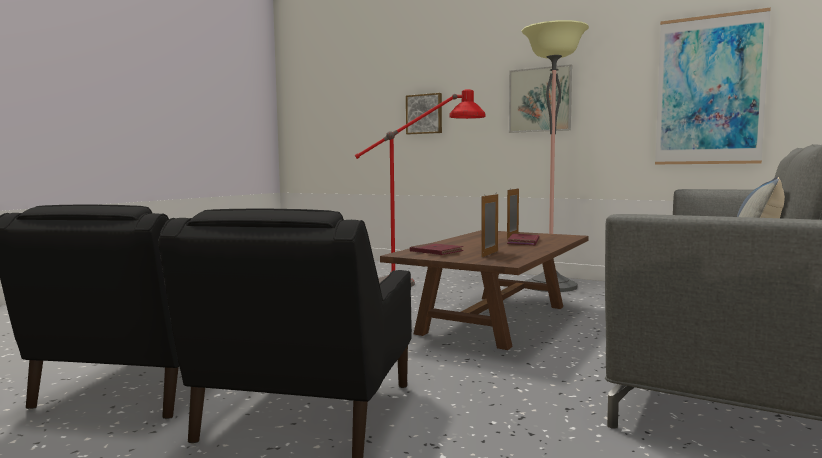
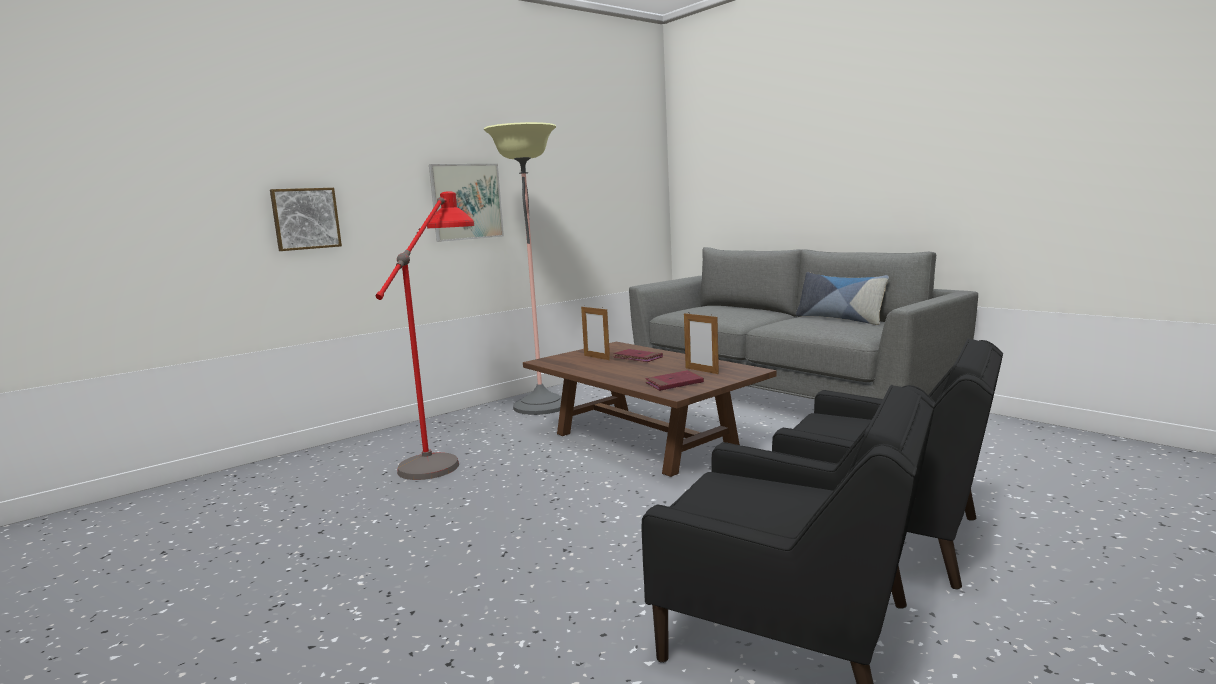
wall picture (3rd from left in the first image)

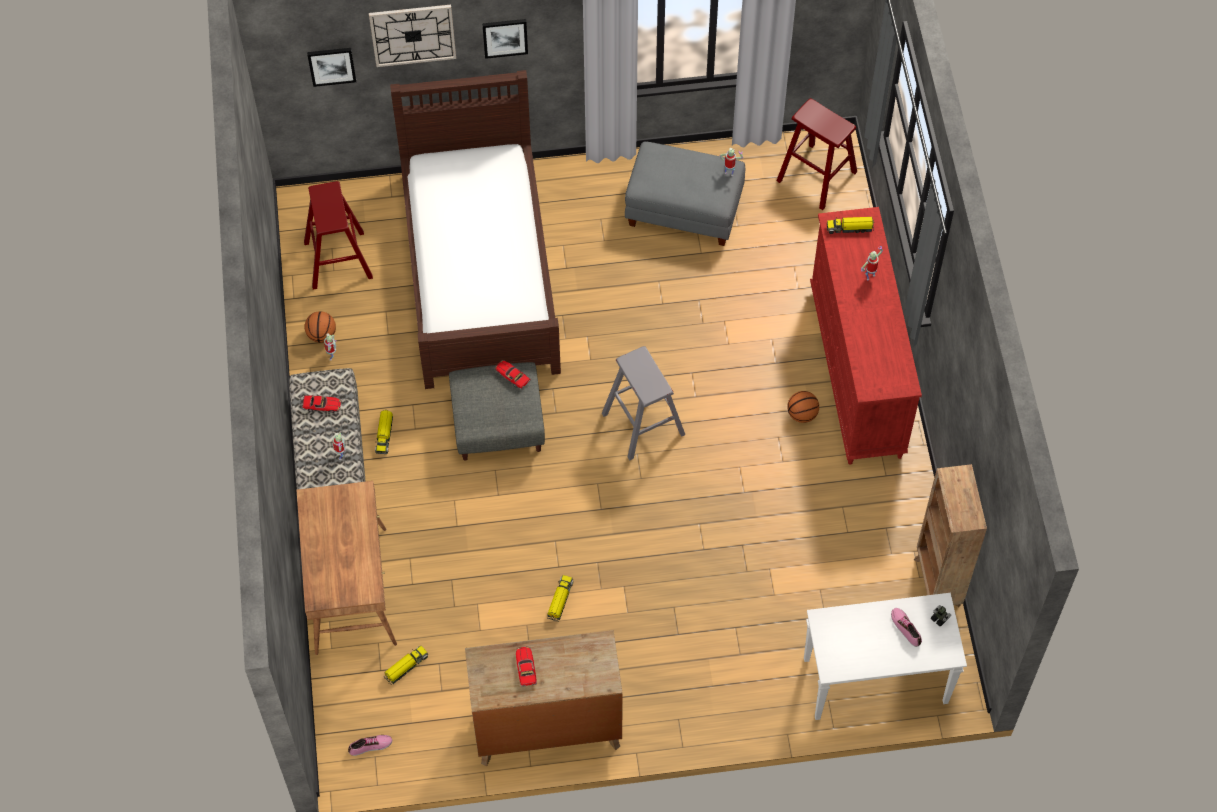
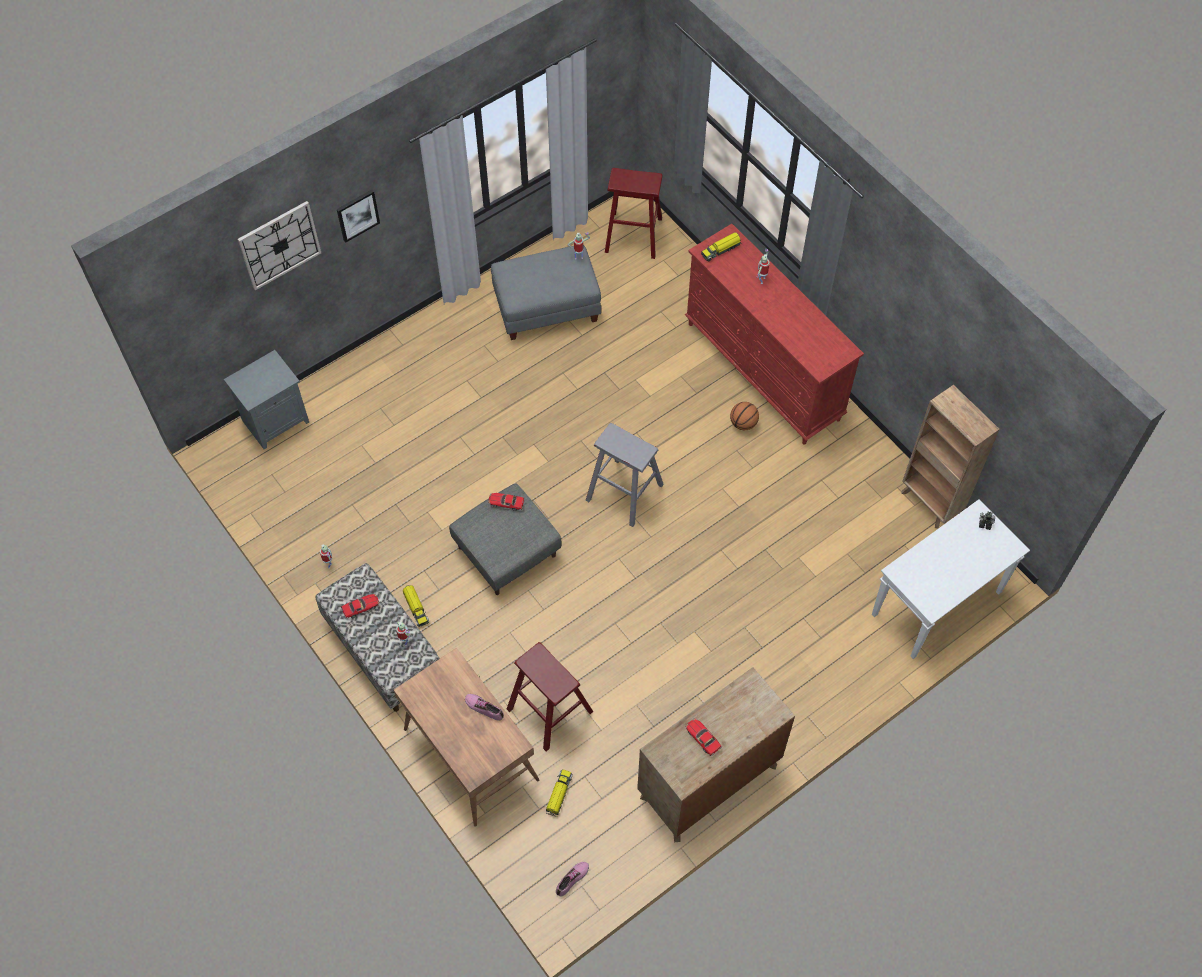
wall picture (1st from left in the first image); brown sleeping bed; red stool seat (1st from left); ball for basketball (1st from left in the first image); toy truck (3rd from left in the first image); shoe (1st from left); grey bedside table

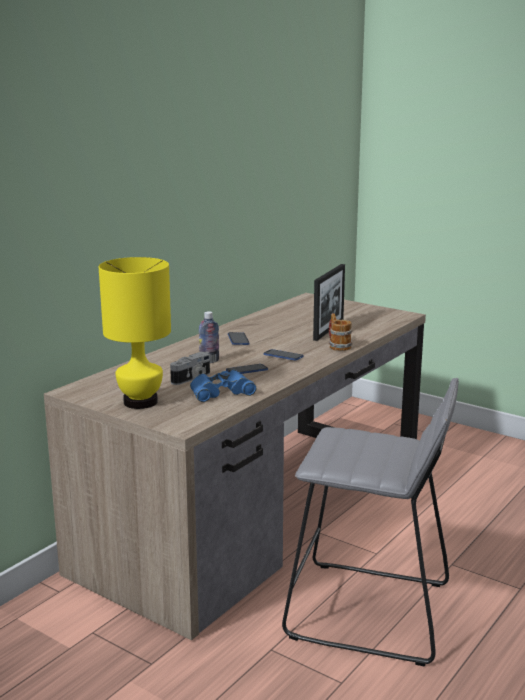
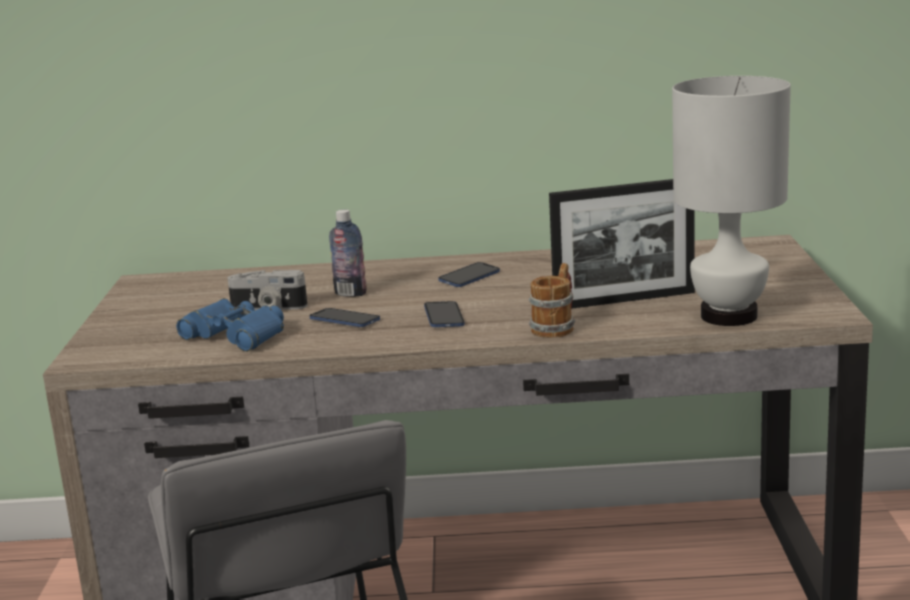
yellow table lamp; white table lamp

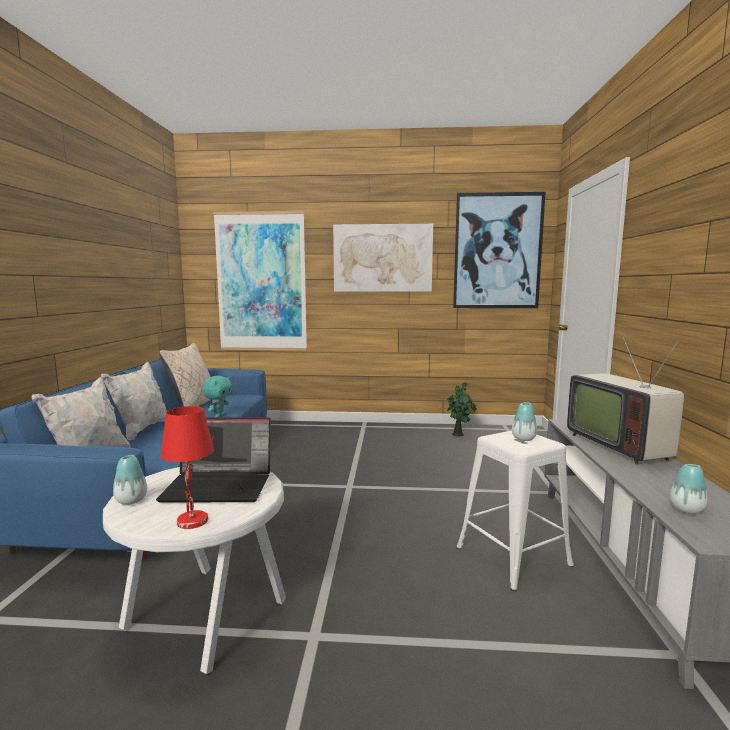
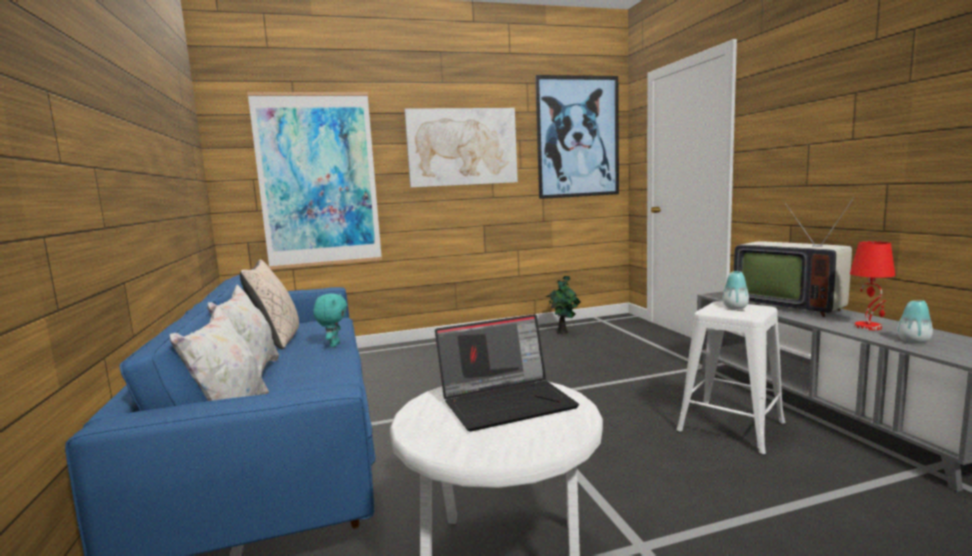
red table lamp; vase (1st from left in the first image)

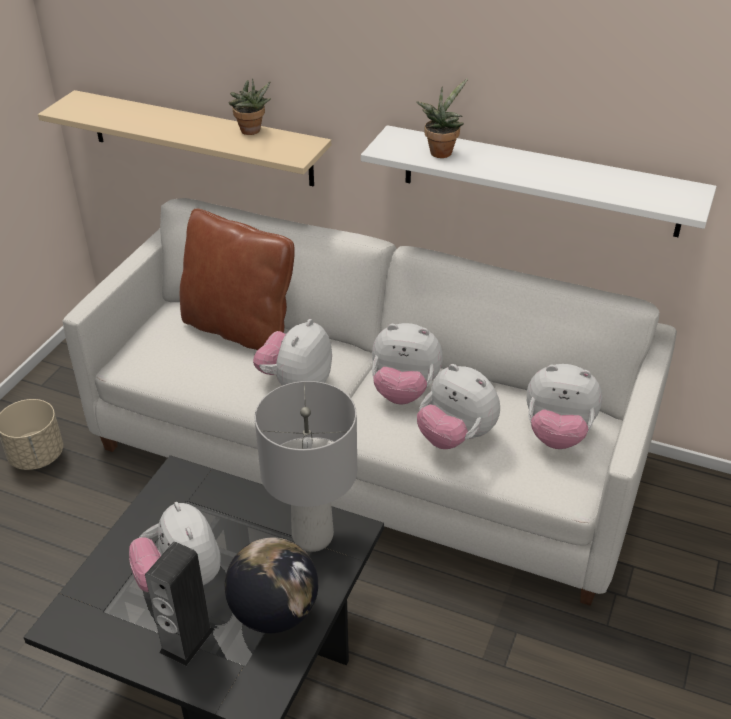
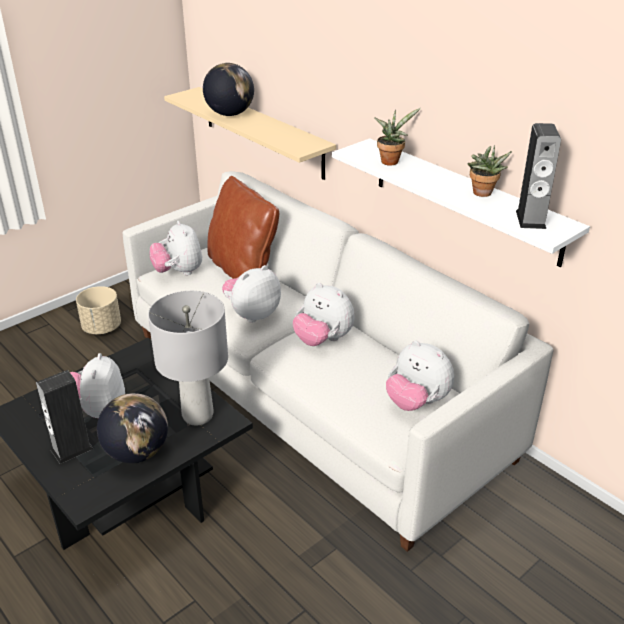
plant in a pot (2nd from left); plush toy (2nd from left); world globe (2nd from left); loudspeaker (2nd from left)

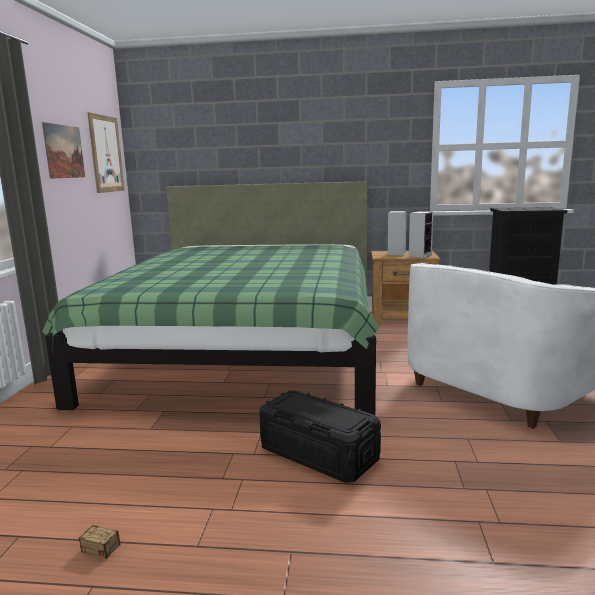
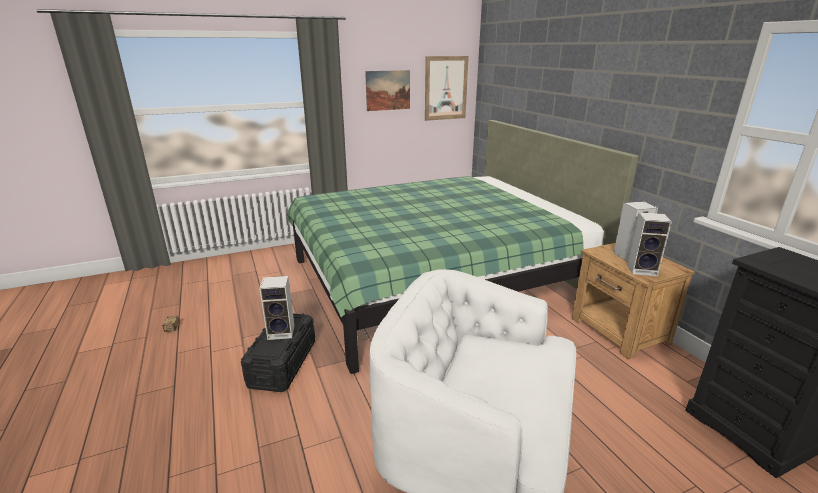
loudspeaker (1st from left)

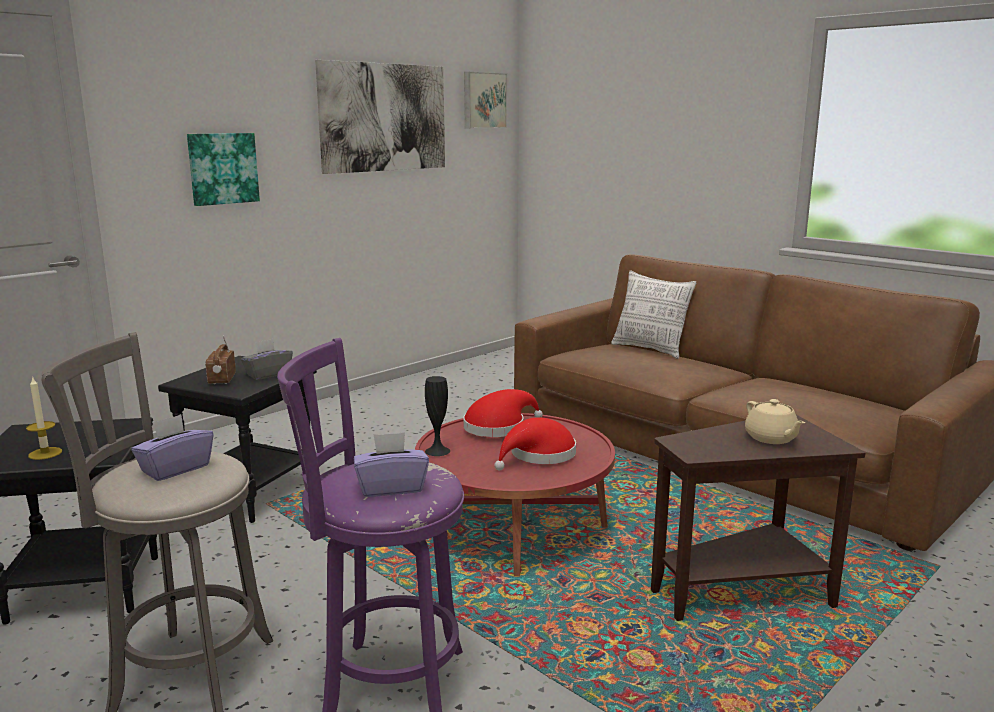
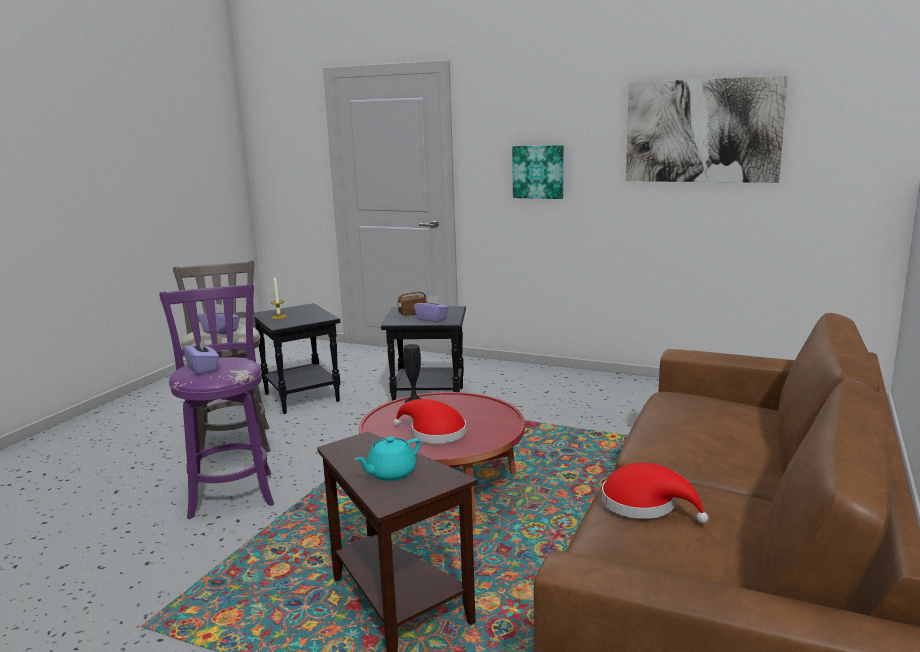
wall picture (3rd from left in the first image); pillow; purple tissue holder (3rd from left); red clothing hat (2nd from left); turquoise teapot

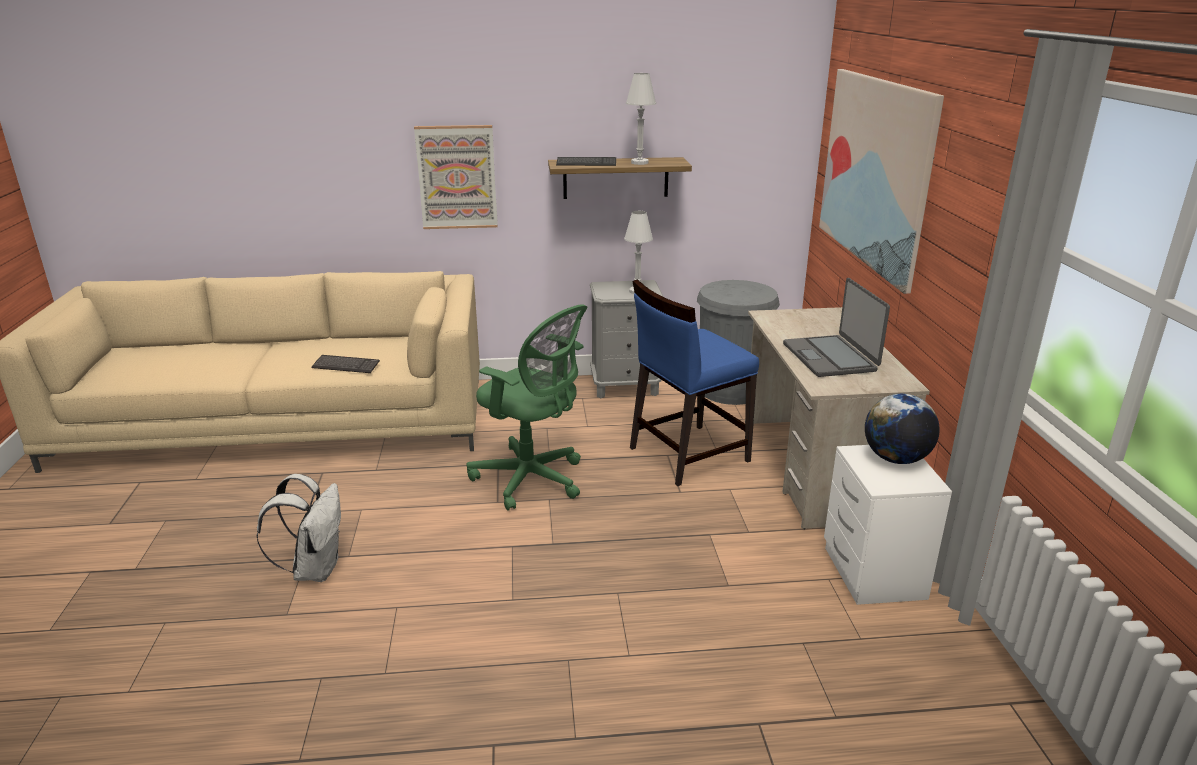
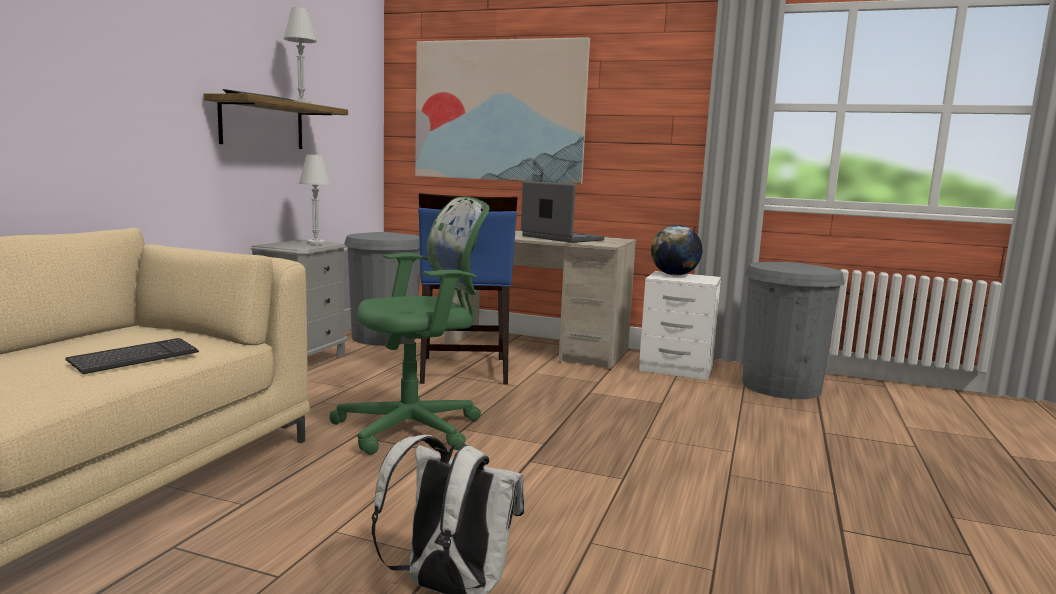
wall picture (1st from left in the first image); laptop; grey waste bin (2nd from left)

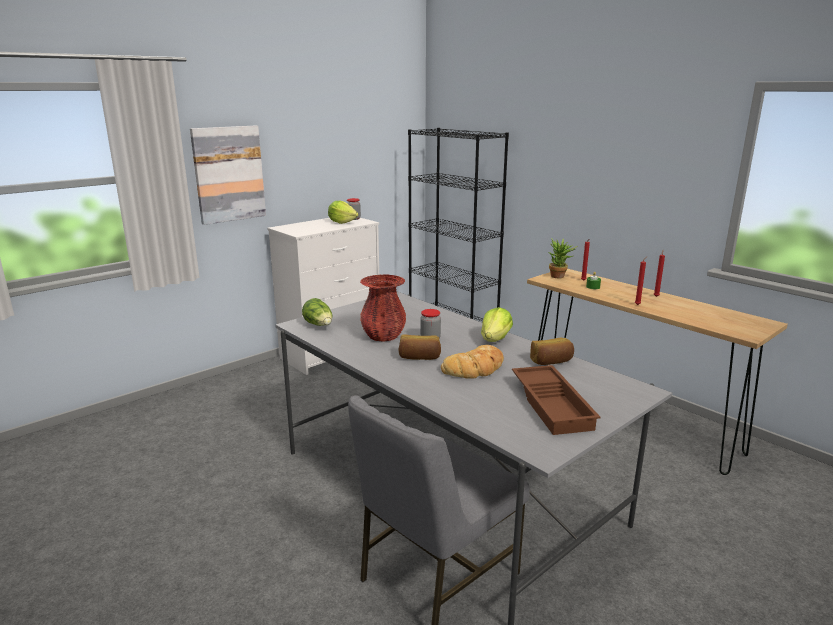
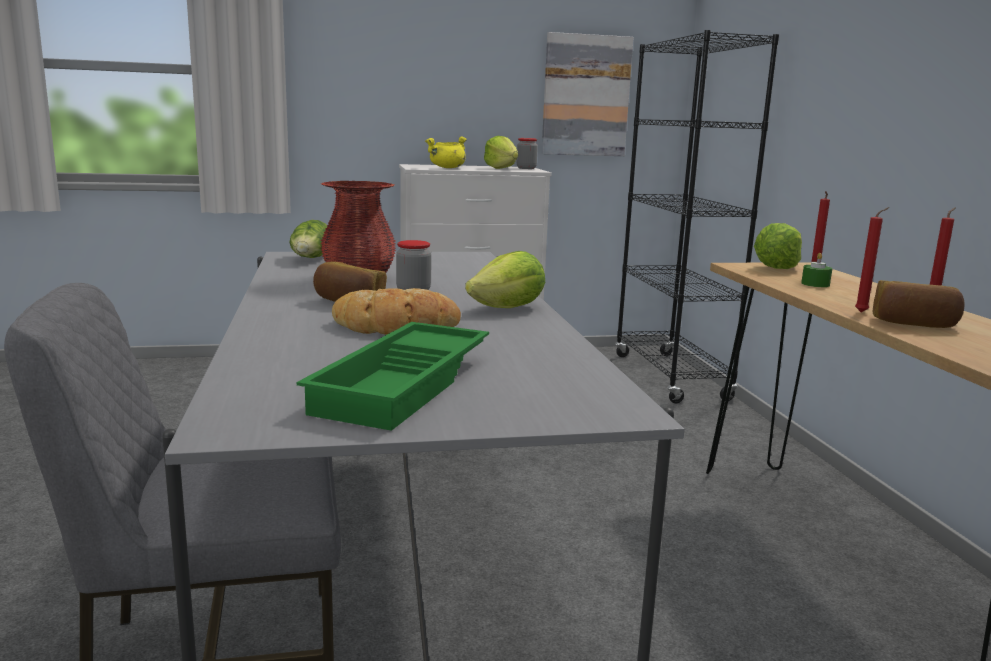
wall picture; lettuce head (4th from left); baked bread (3rd from left); green serving tray; yellow saucepot

